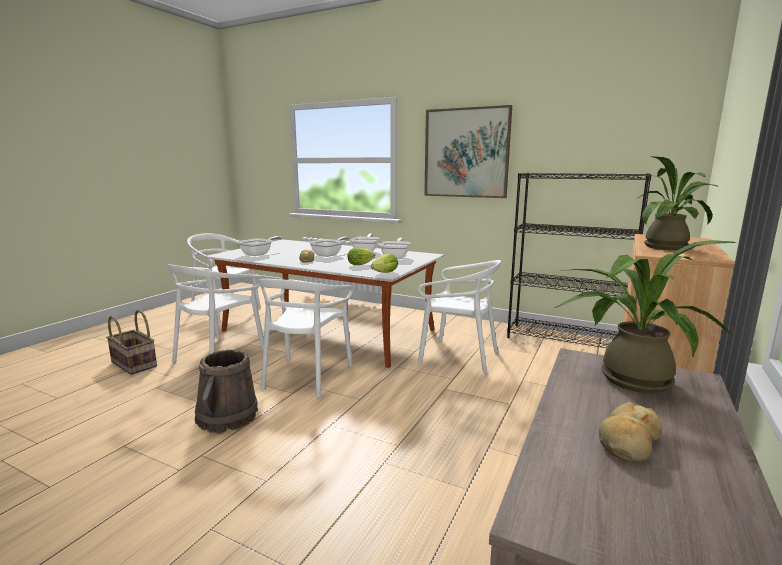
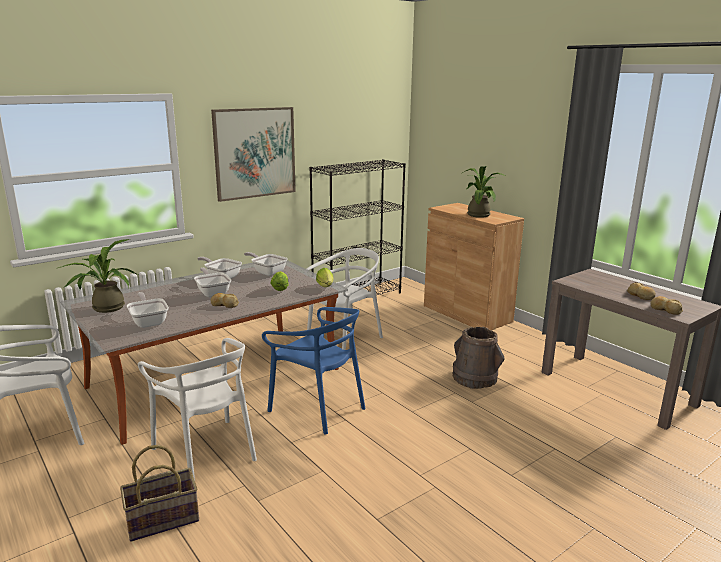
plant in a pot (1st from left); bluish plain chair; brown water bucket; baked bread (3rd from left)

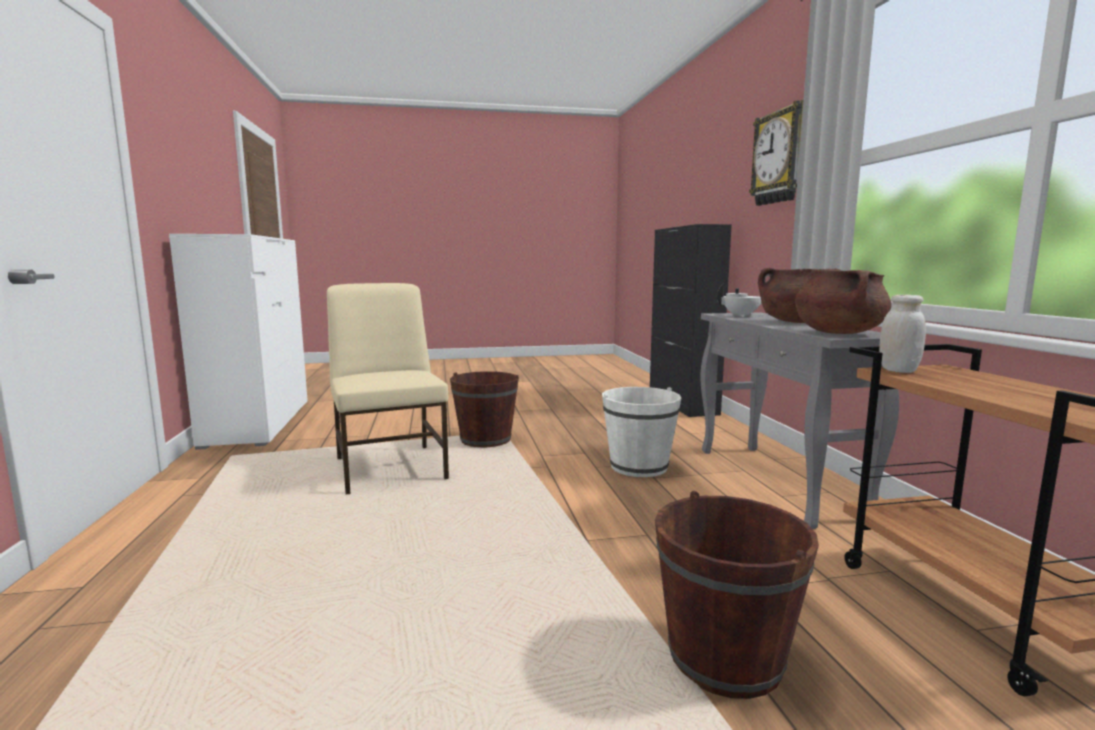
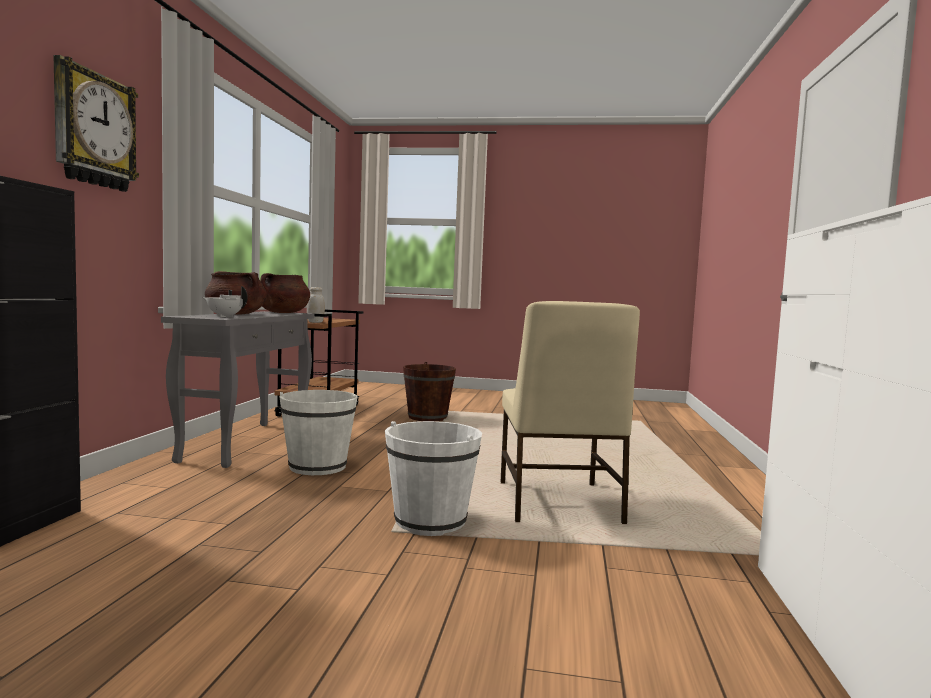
white water bucket (2nd from left)

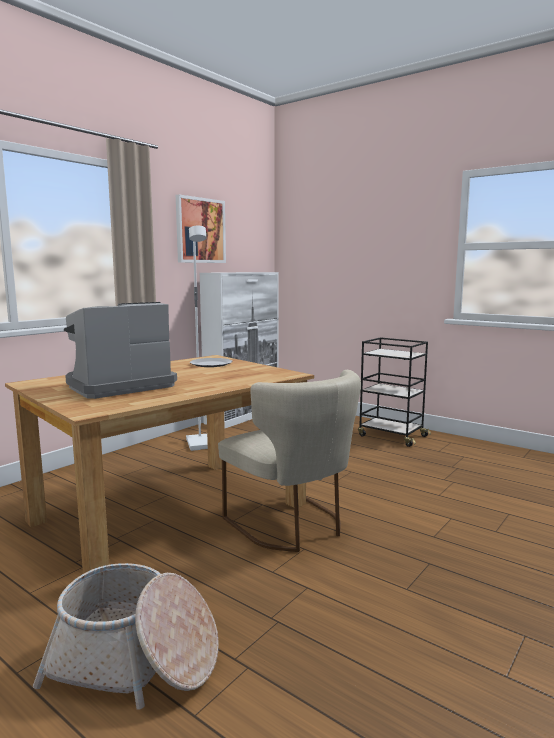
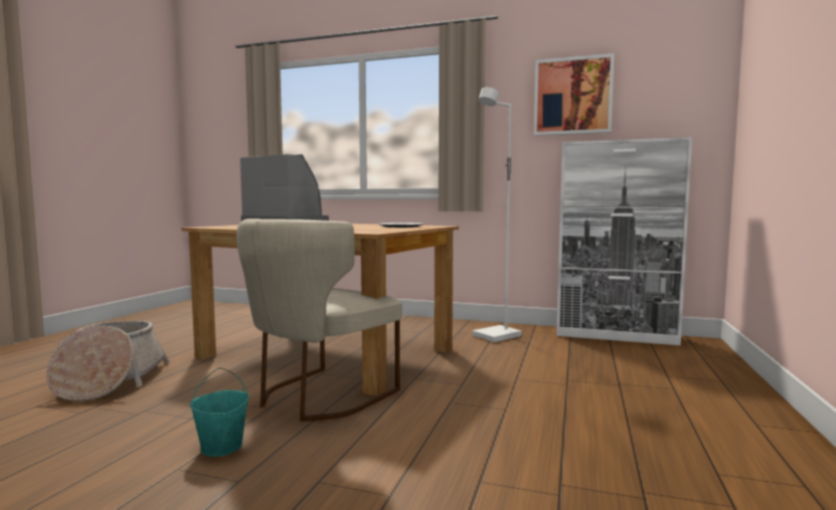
blackish wheeled cart; turquoise water bucket

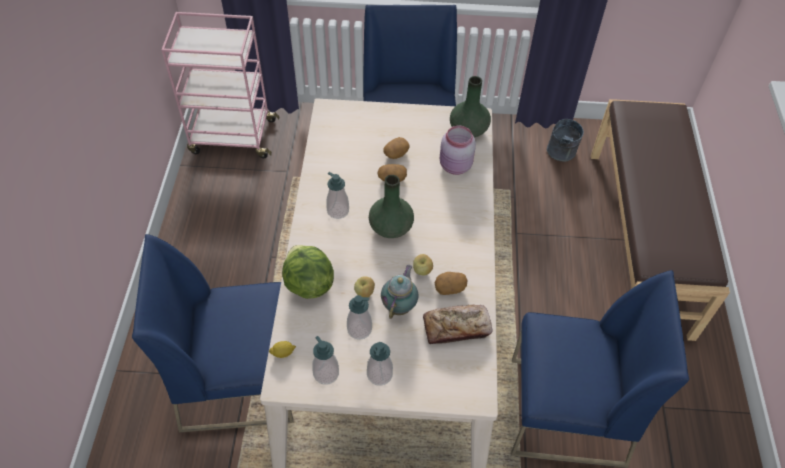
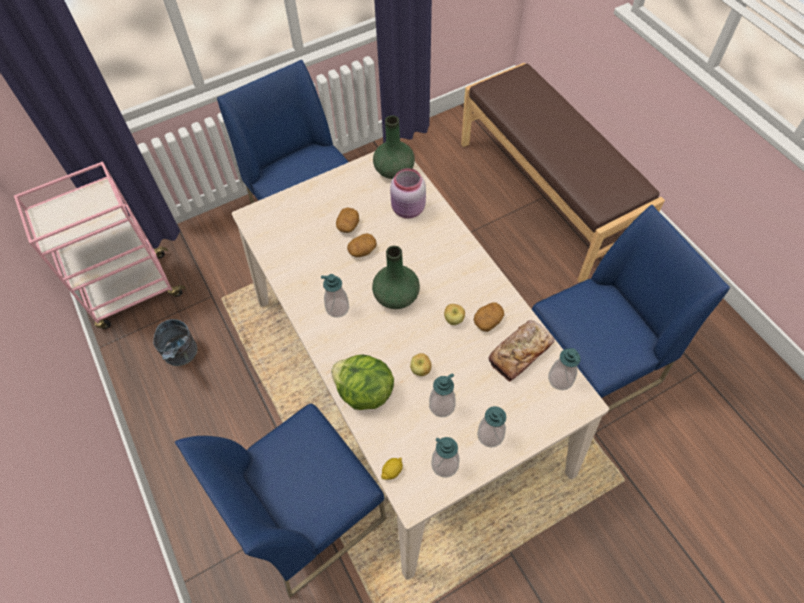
grey water bucket; teapot; soap bottle (5th from left)

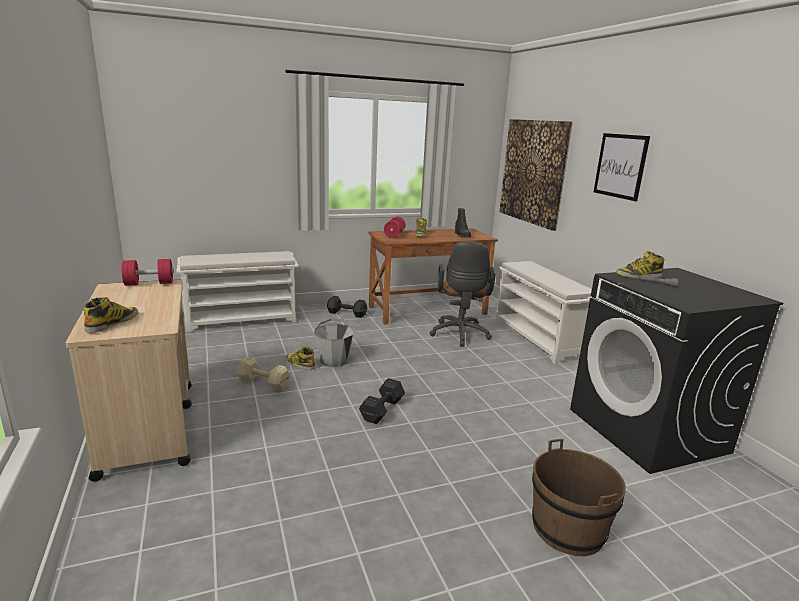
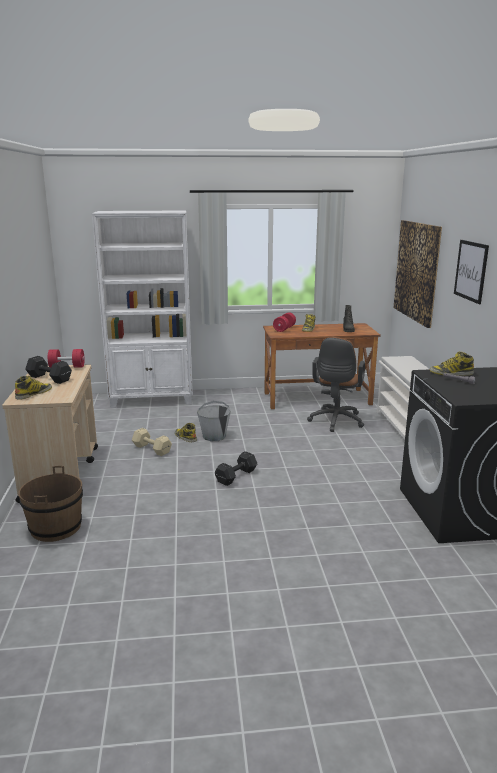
white shelving unit; blackish hand weight (1st from left); brown water bucket

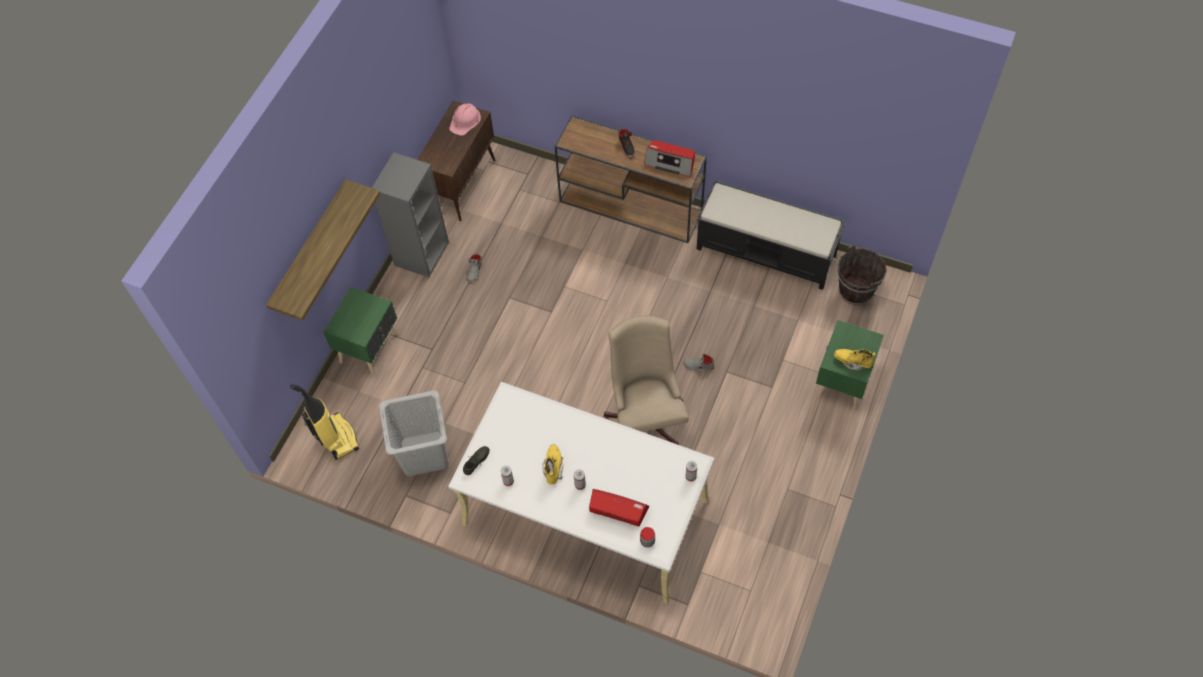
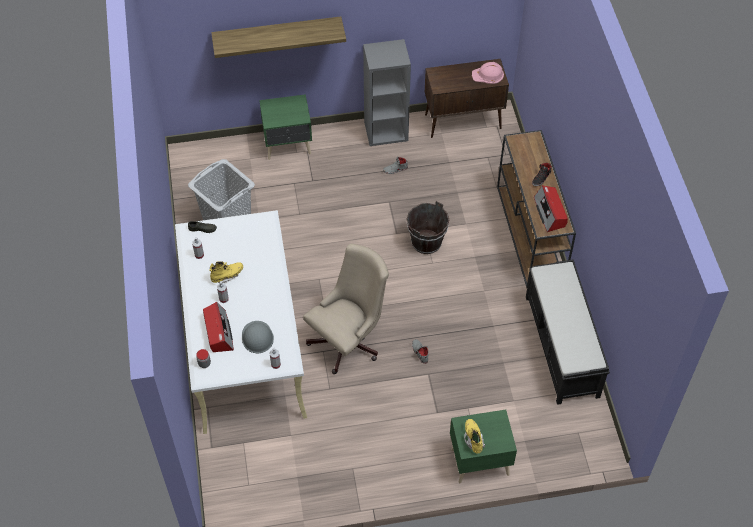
brown water bucket; hoover; grey safety helmet

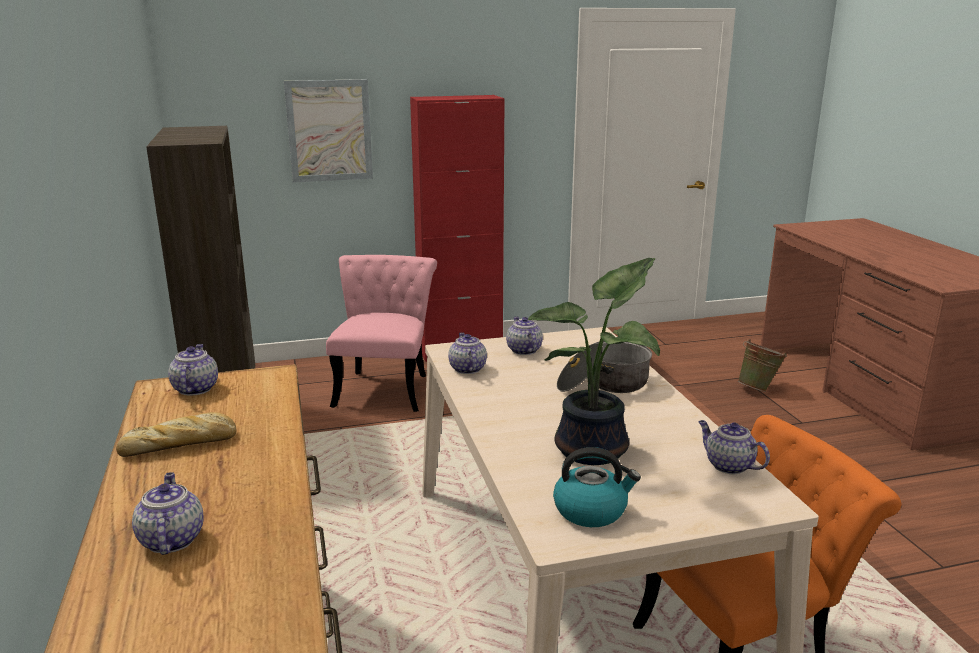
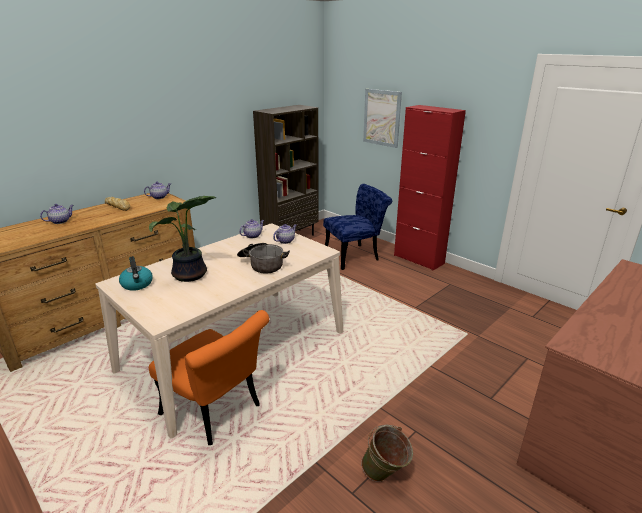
bluish plain chair; green water bucket; teapot (5th from left in the first image)

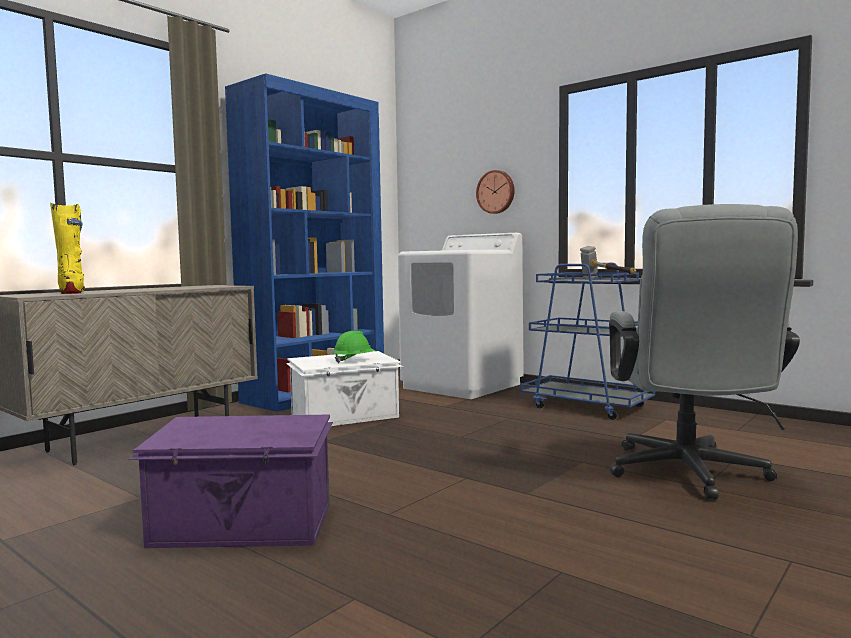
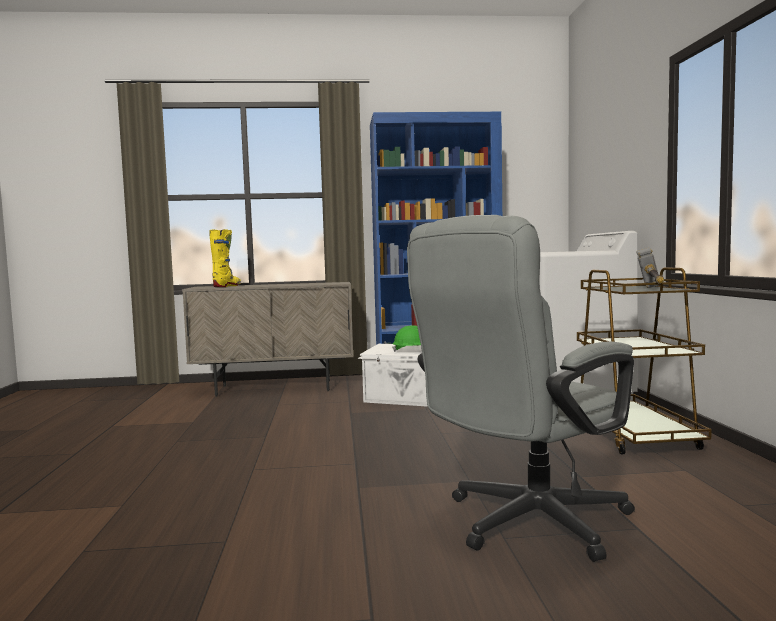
clock on the wall; brown wheeled cart; purple storage bin

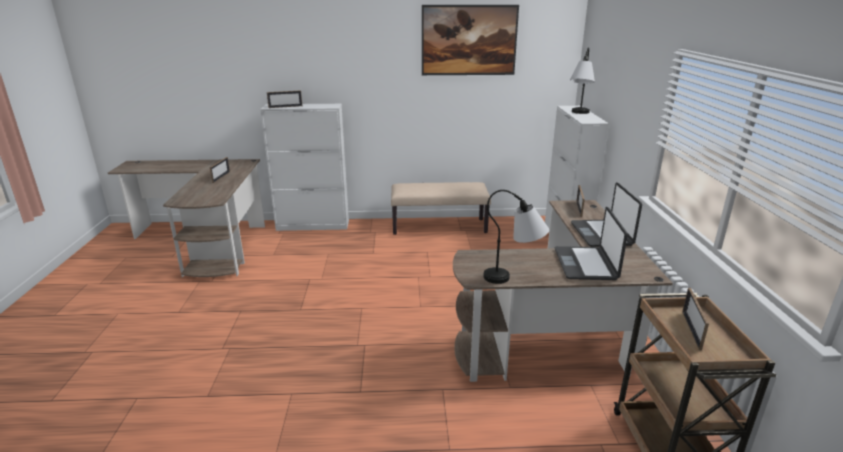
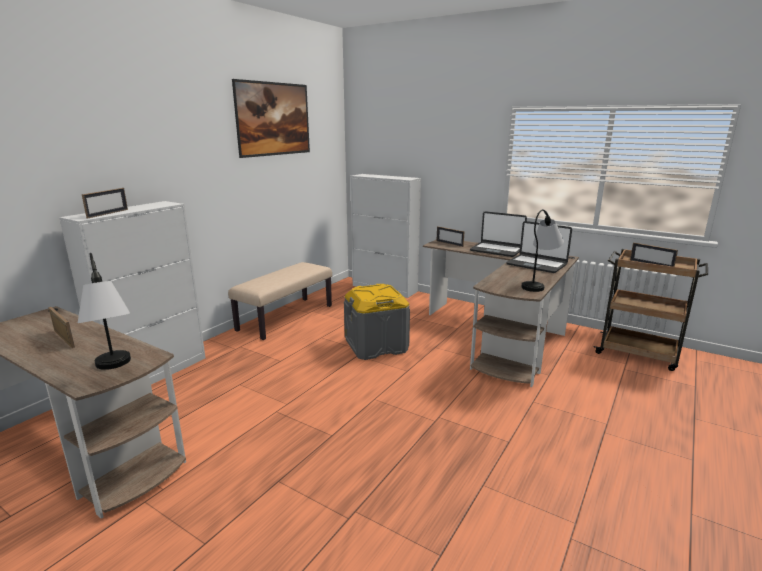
table lamp (1st from left); grey storage bin

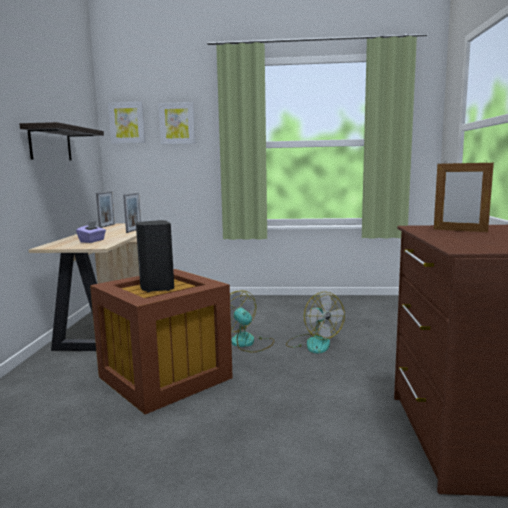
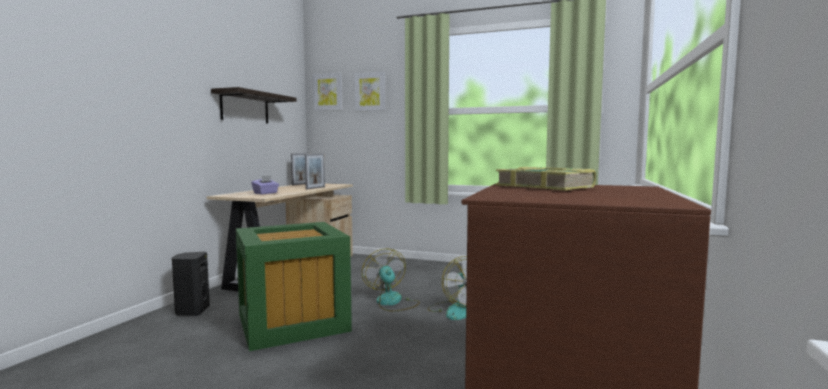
volume; blackish loudspeaker; green storage bin

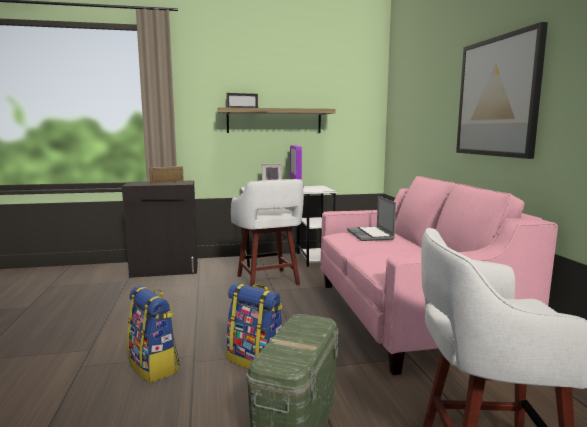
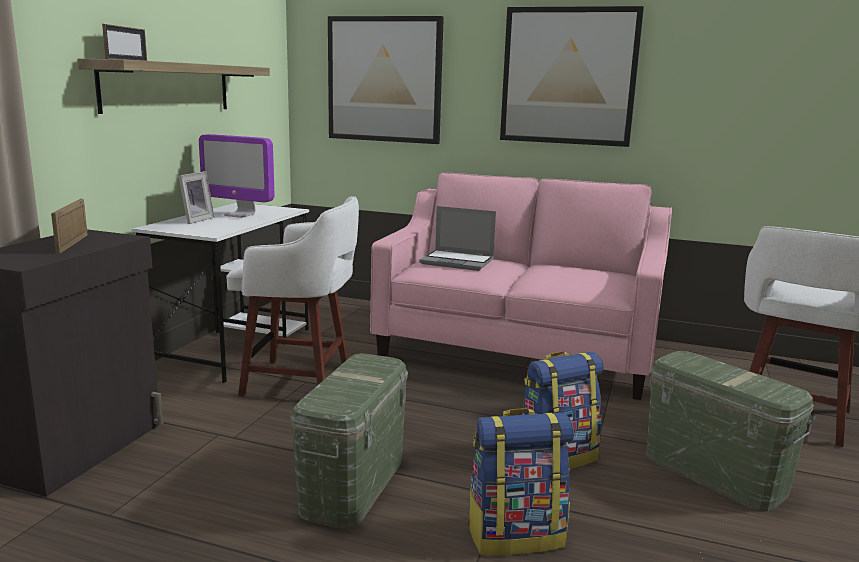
wall picture (1st from left); green storage bin (1st from left)

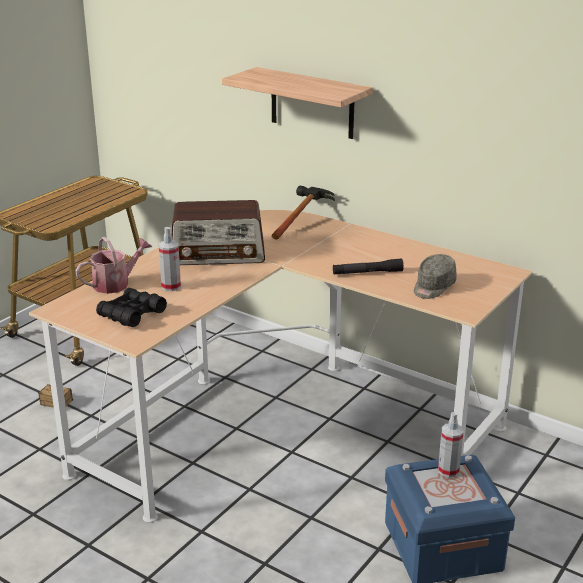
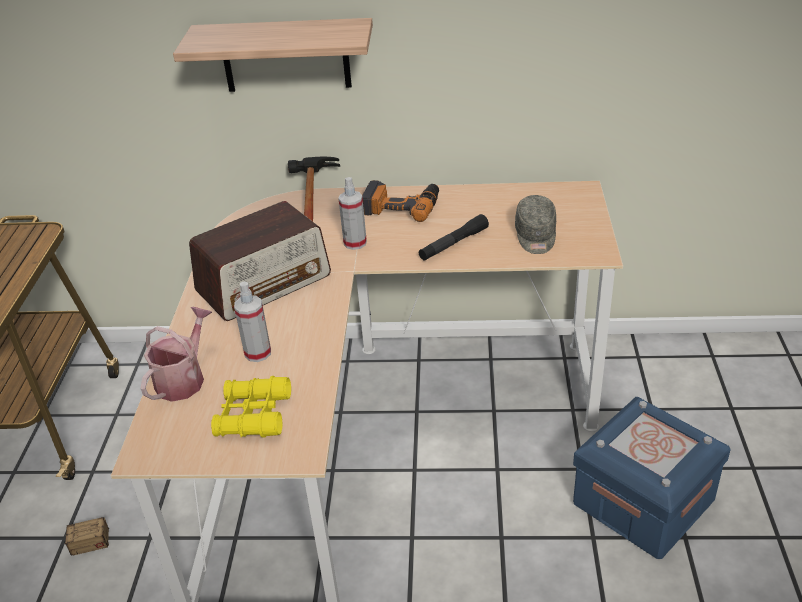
yellow field glasses; hand sprayer (2nd from left); power drill

